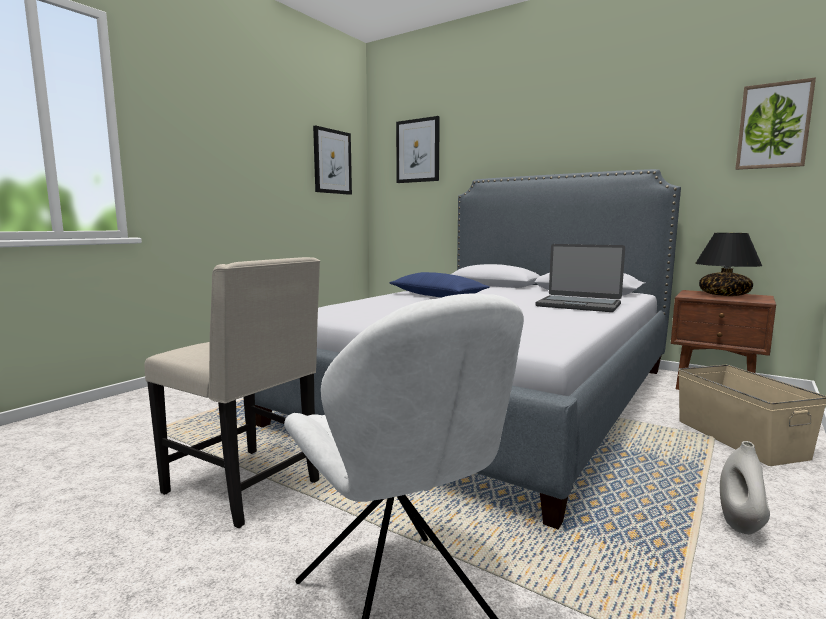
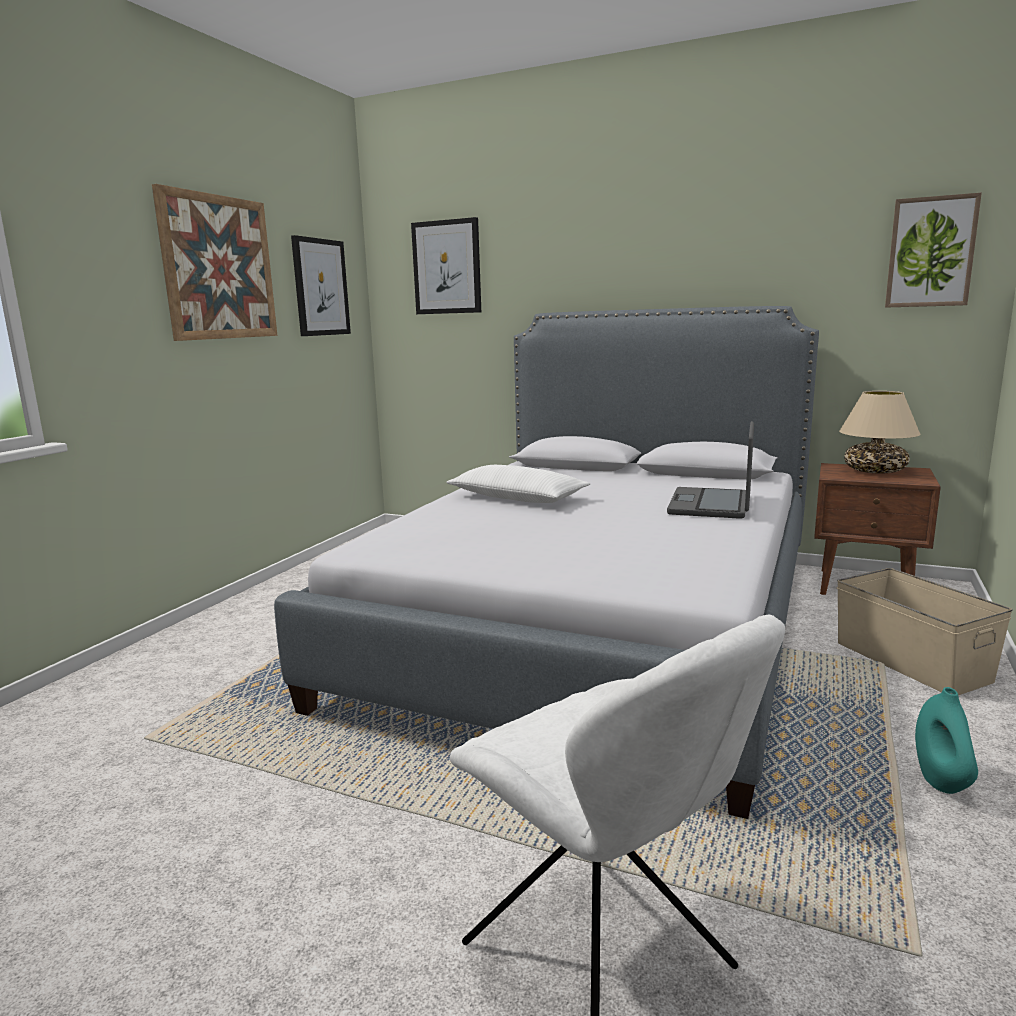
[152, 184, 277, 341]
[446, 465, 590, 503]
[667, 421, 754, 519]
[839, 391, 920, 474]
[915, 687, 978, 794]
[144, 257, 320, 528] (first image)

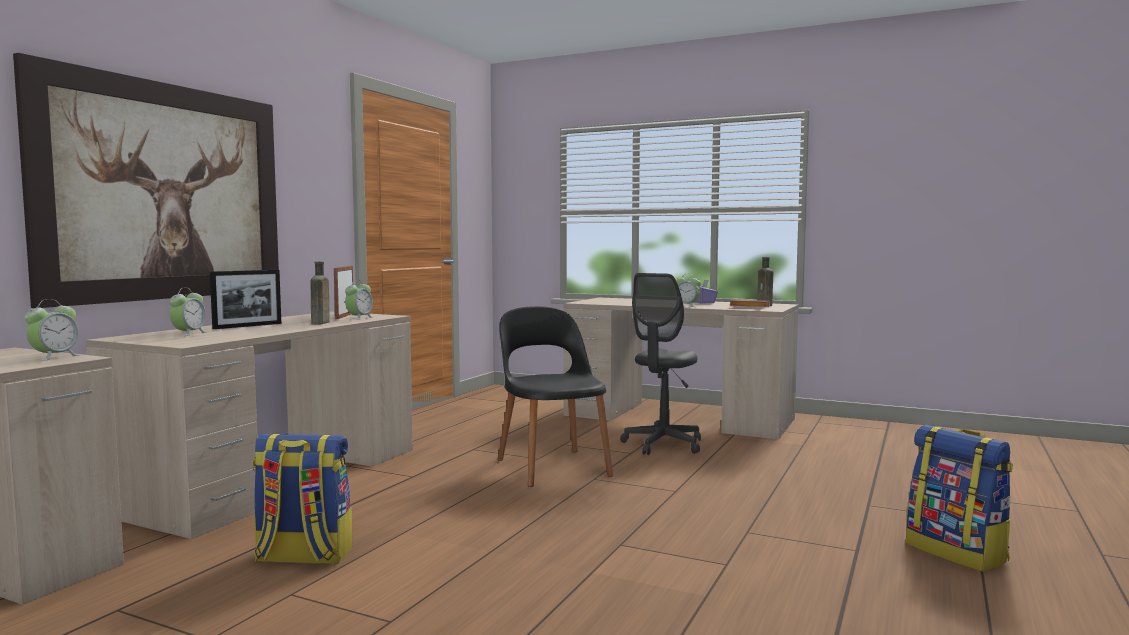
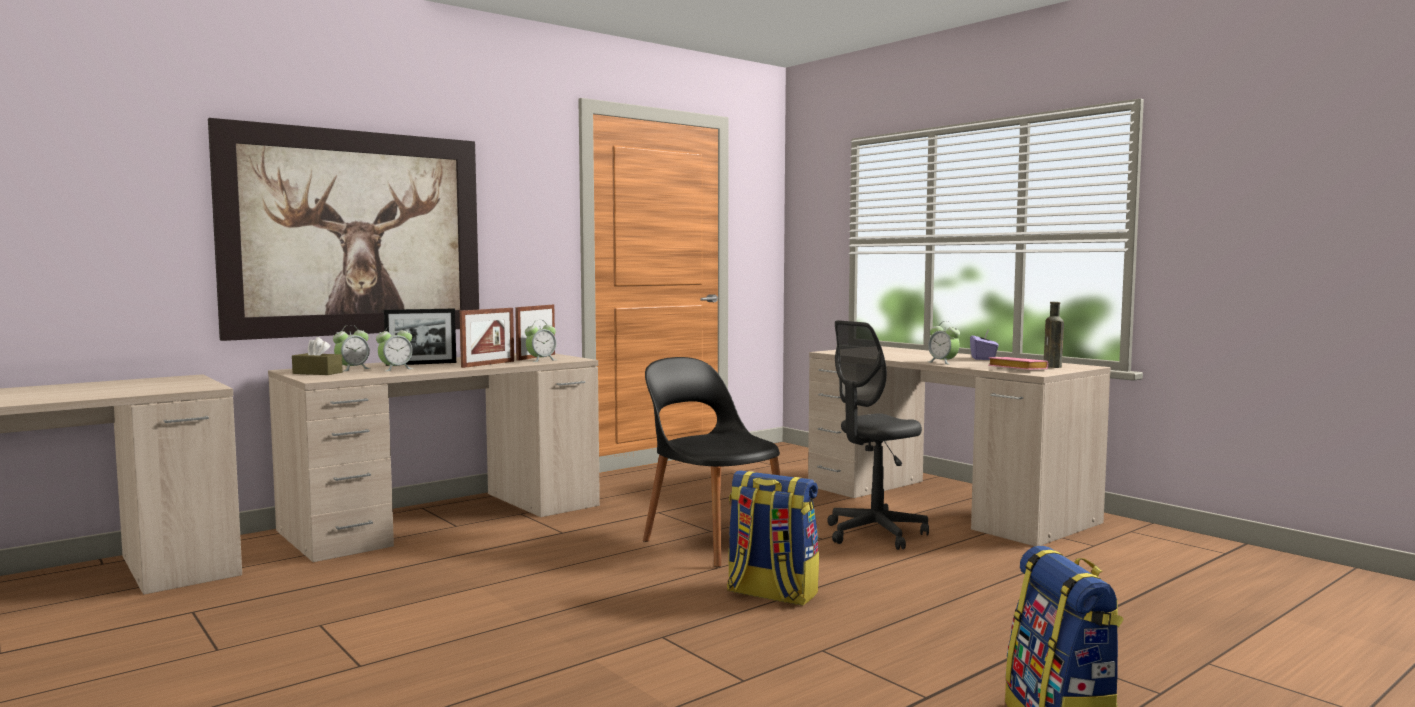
[292, 337, 343, 375]
[376, 325, 413, 371]
[460, 308, 514, 368]
[643, 357, 780, 567]
[727, 470, 819, 606]

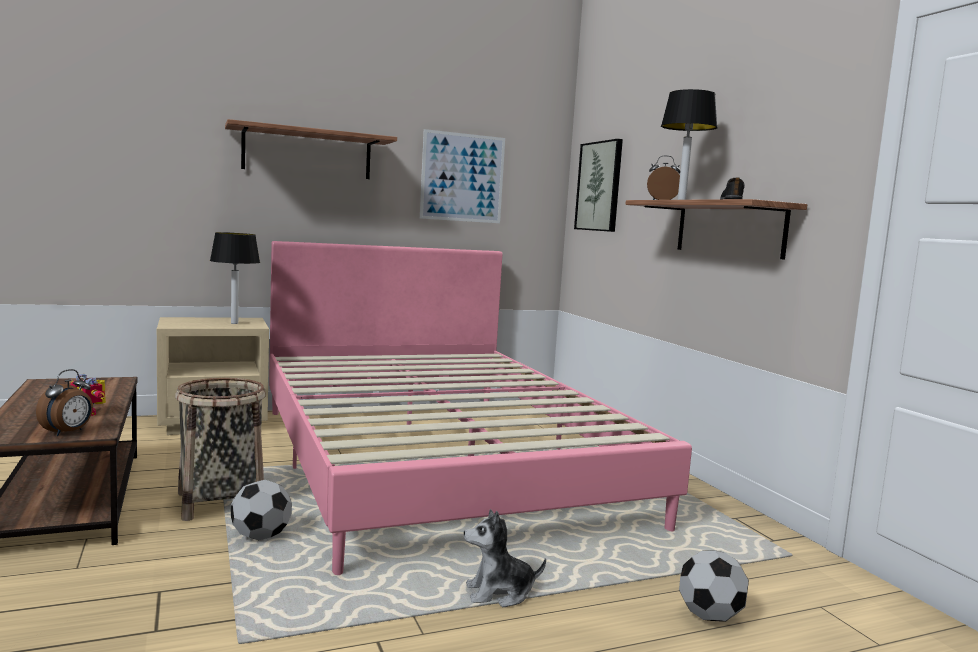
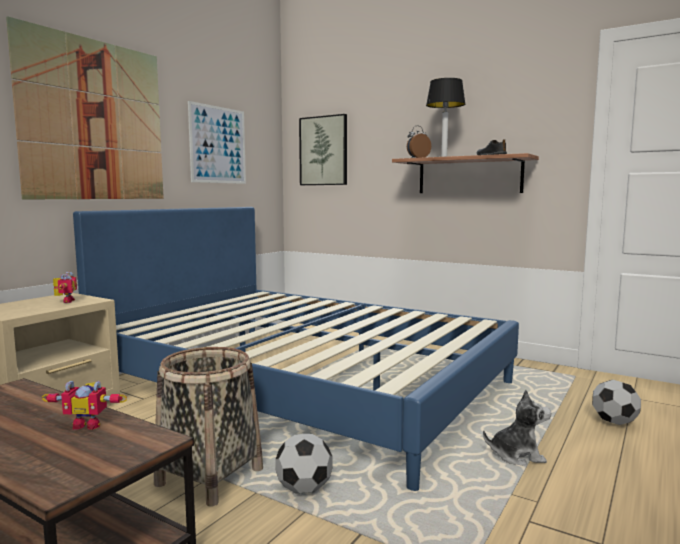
[6, 16, 164, 200]
[53, 272, 77, 303]
[73, 207, 519, 491]
[483, 390, 551, 465]
[36, 369, 93, 436] (first image)

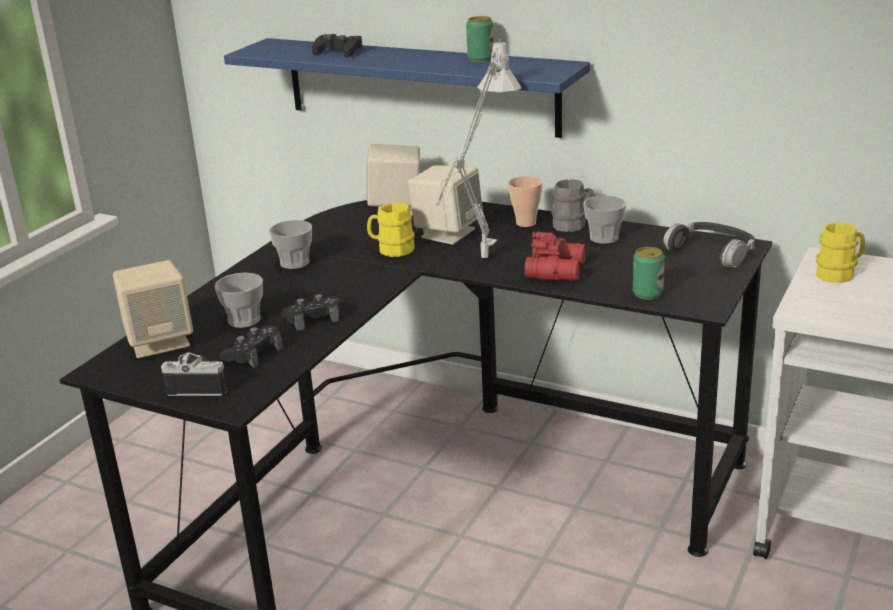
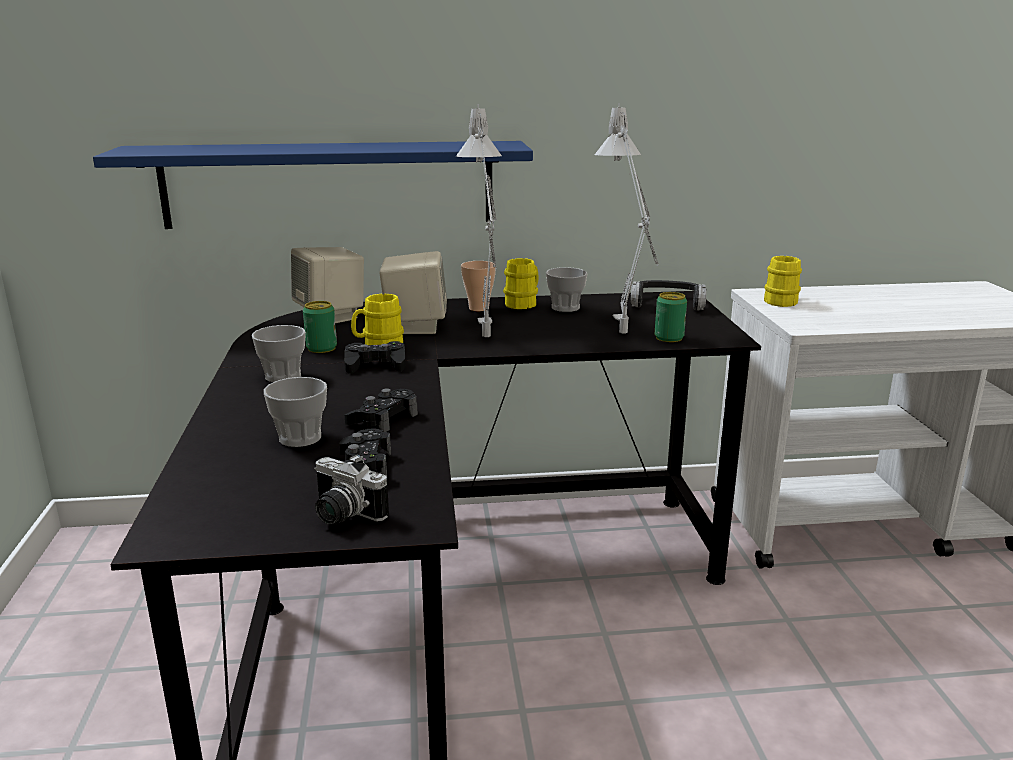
[303, 301, 337, 353]
[314, 455, 389, 525]
[344, 341, 406, 373]
[503, 258, 539, 309]
[594, 103, 658, 333]
[113, 260, 193, 358] (first image)
[525, 231, 586, 281] (first image)

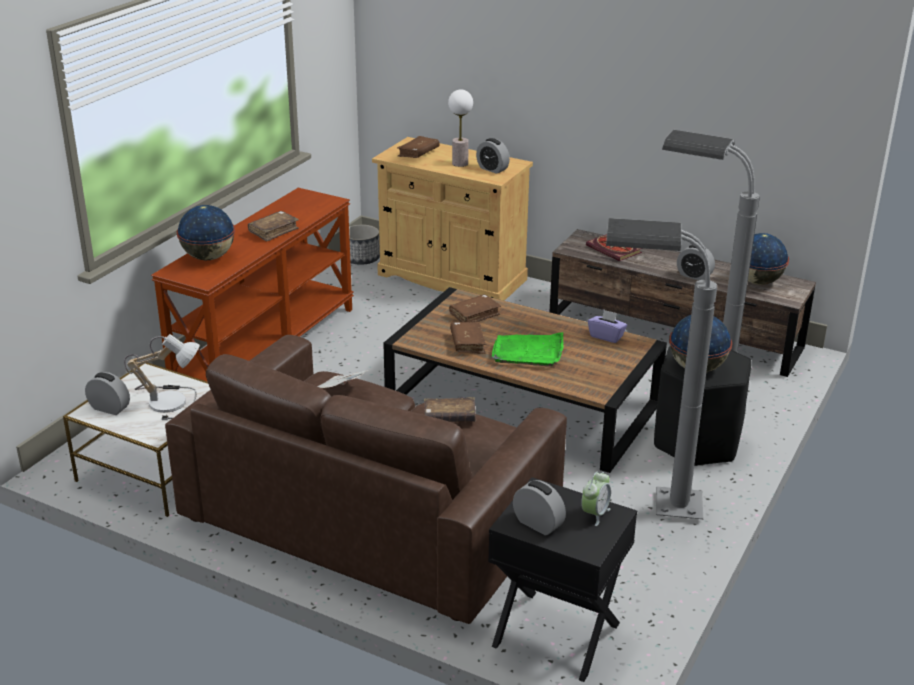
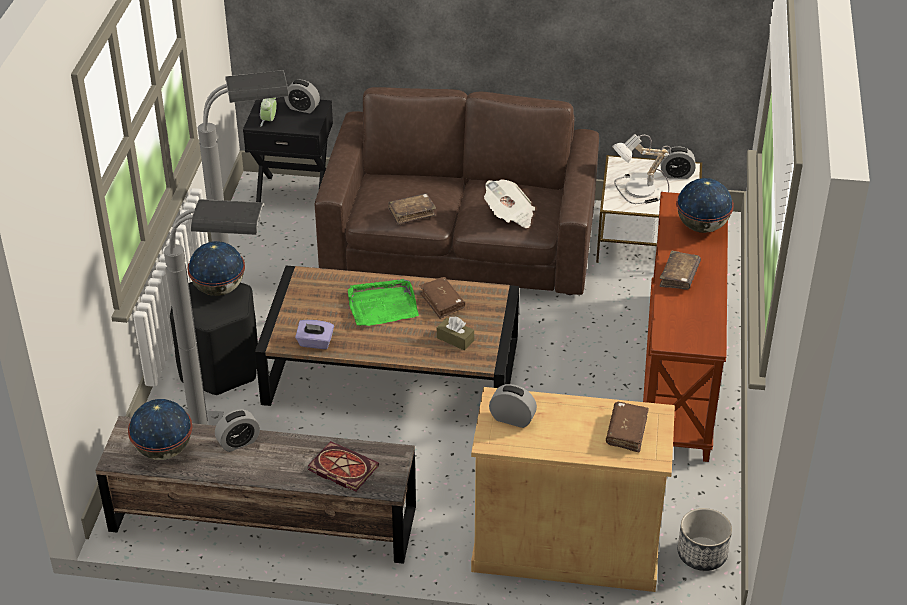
[215, 409, 260, 452]
[437, 316, 474, 350]
[448, 89, 473, 167] (first image)

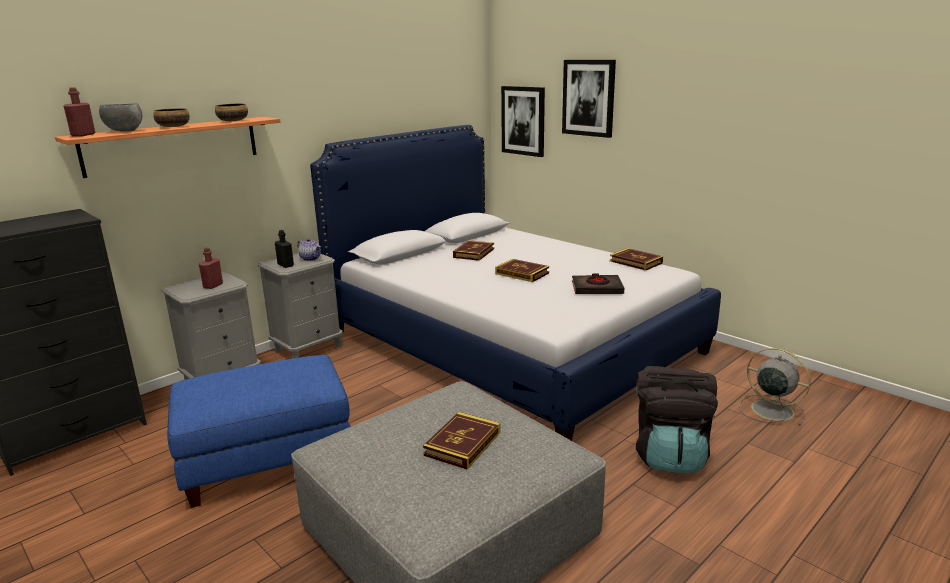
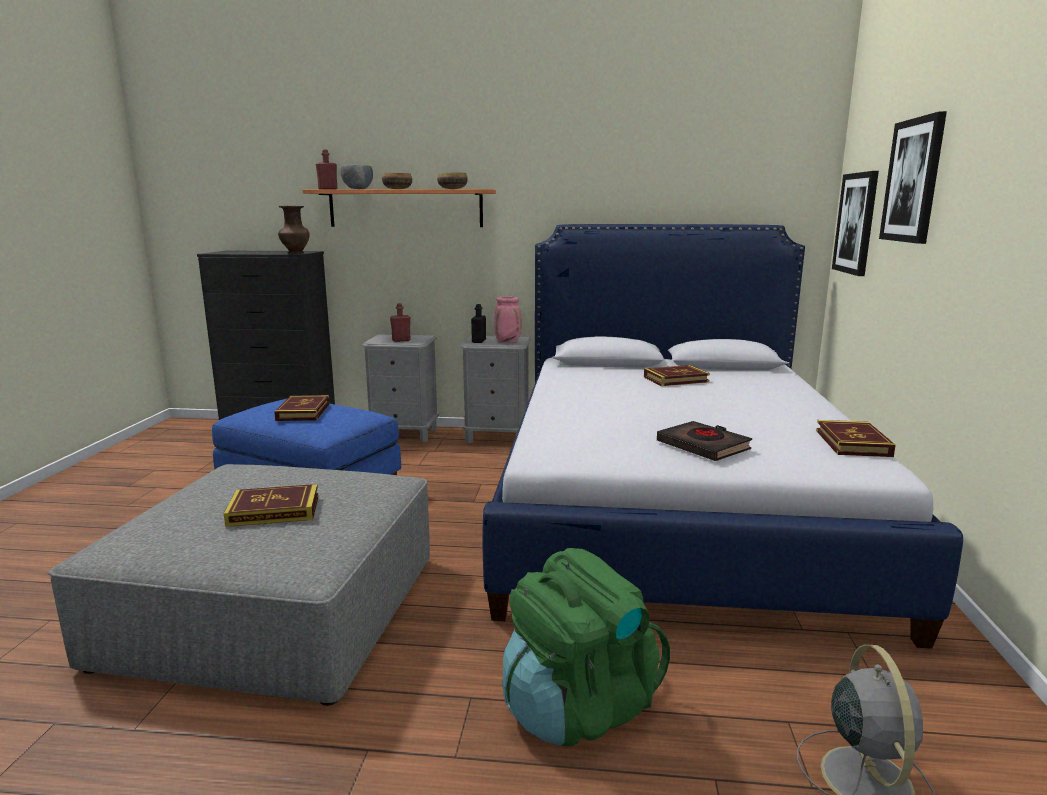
[274, 395, 330, 421]
[278, 206, 310, 254]
[494, 297, 522, 343]
[503, 548, 670, 746]

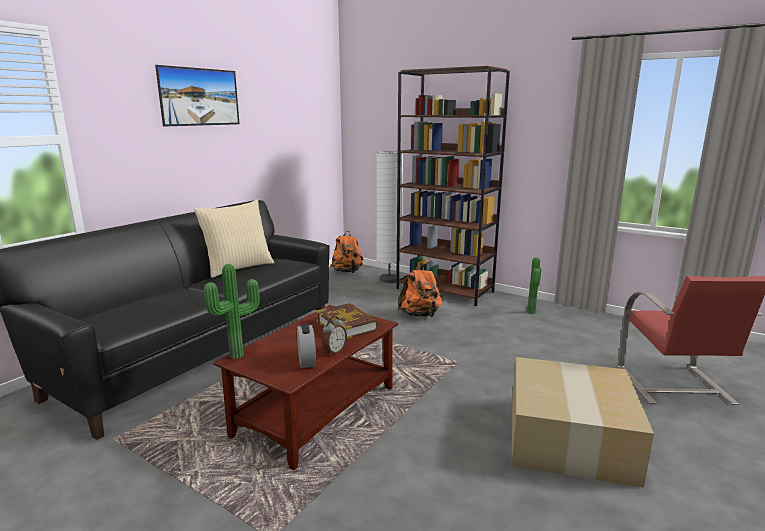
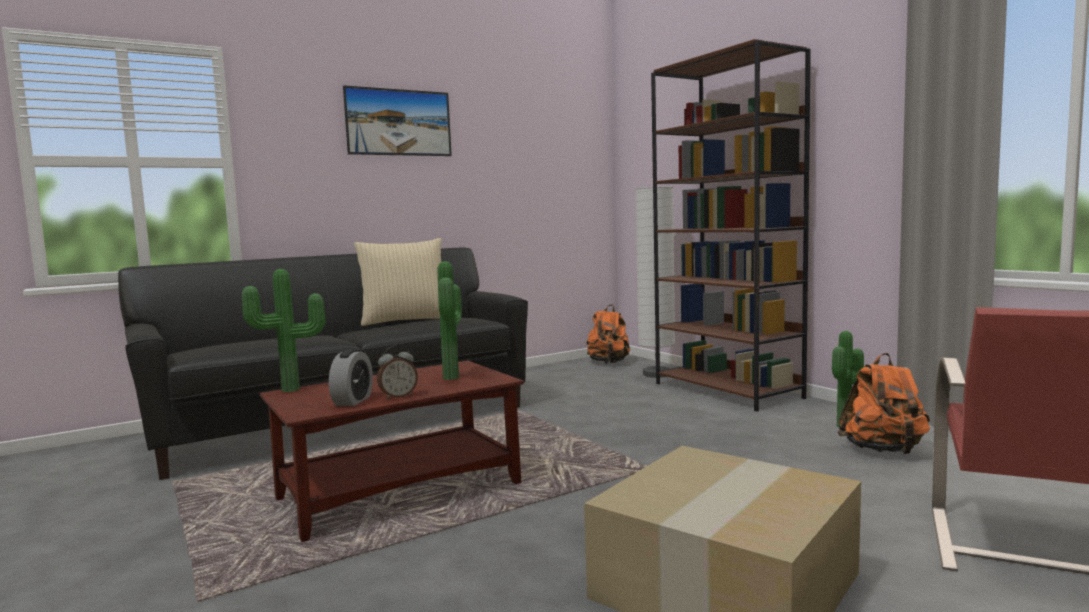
[437, 261, 462, 380]
[838, 353, 930, 454]

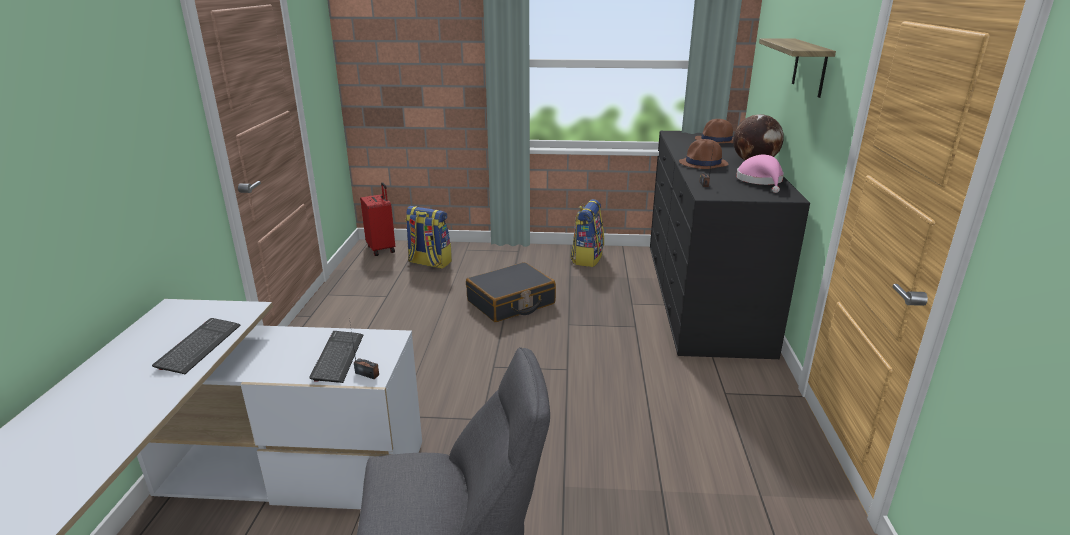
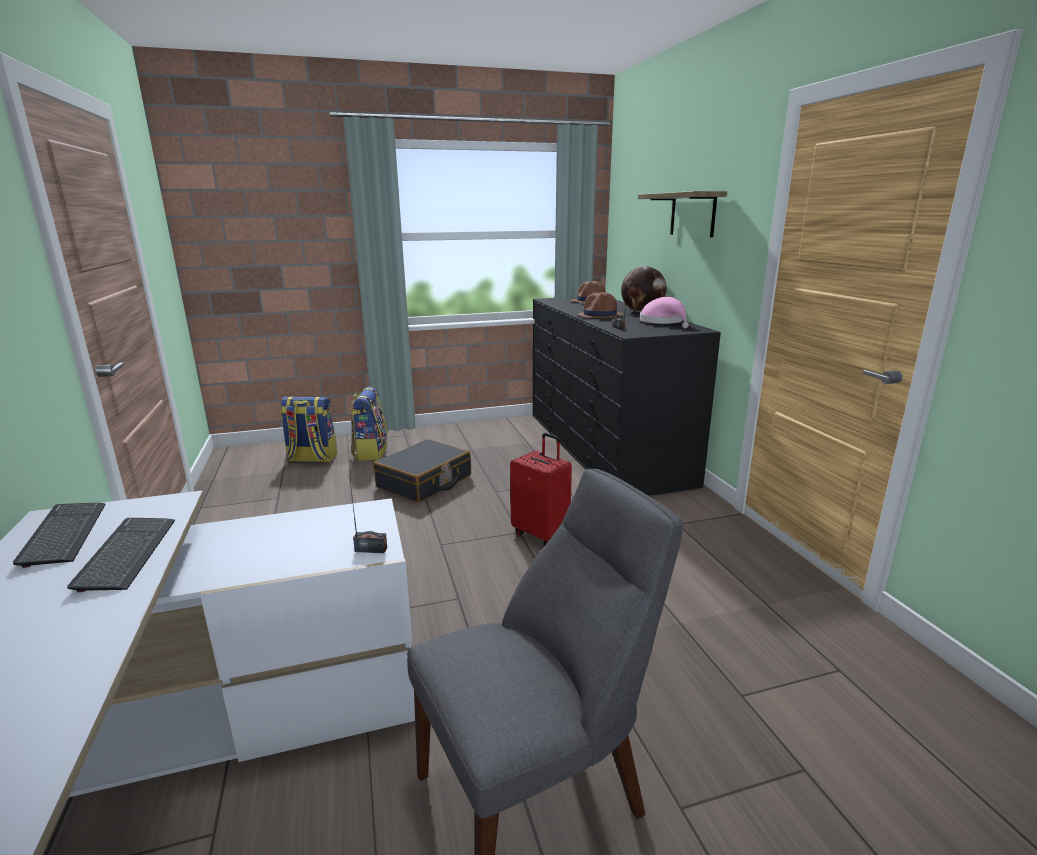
[13, 503, 106, 568]
[351, 387, 388, 461]
[510, 433, 572, 546]

